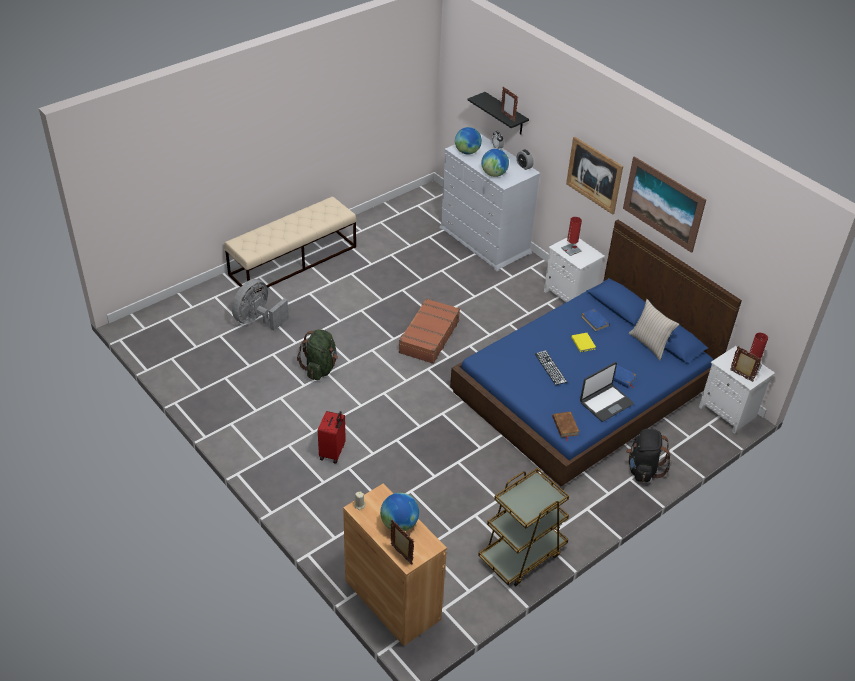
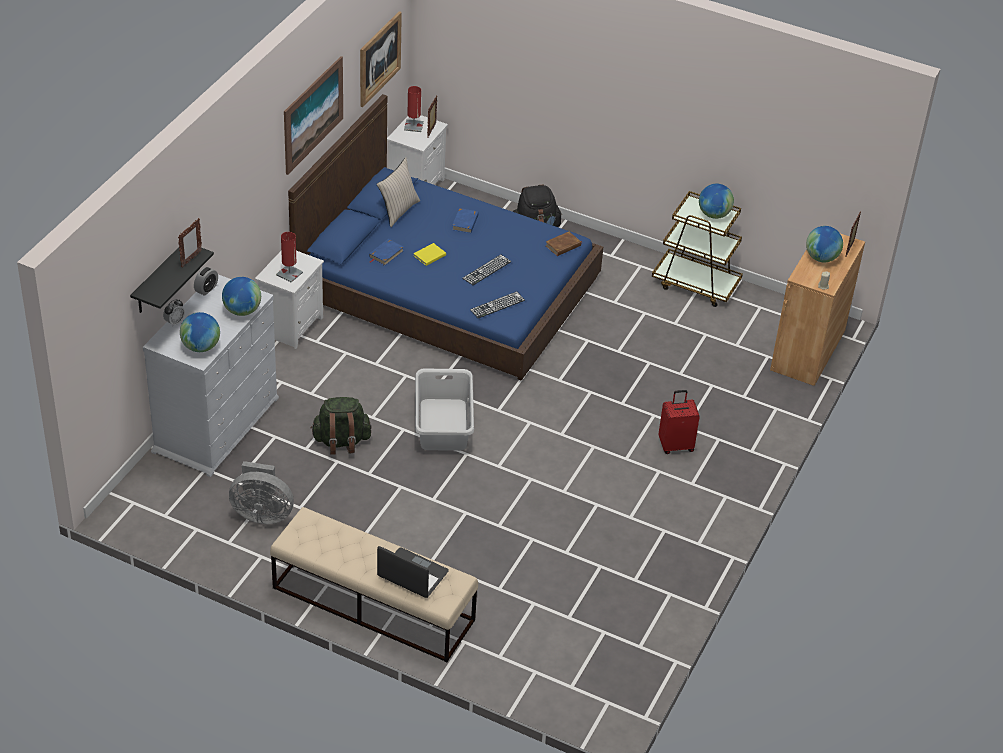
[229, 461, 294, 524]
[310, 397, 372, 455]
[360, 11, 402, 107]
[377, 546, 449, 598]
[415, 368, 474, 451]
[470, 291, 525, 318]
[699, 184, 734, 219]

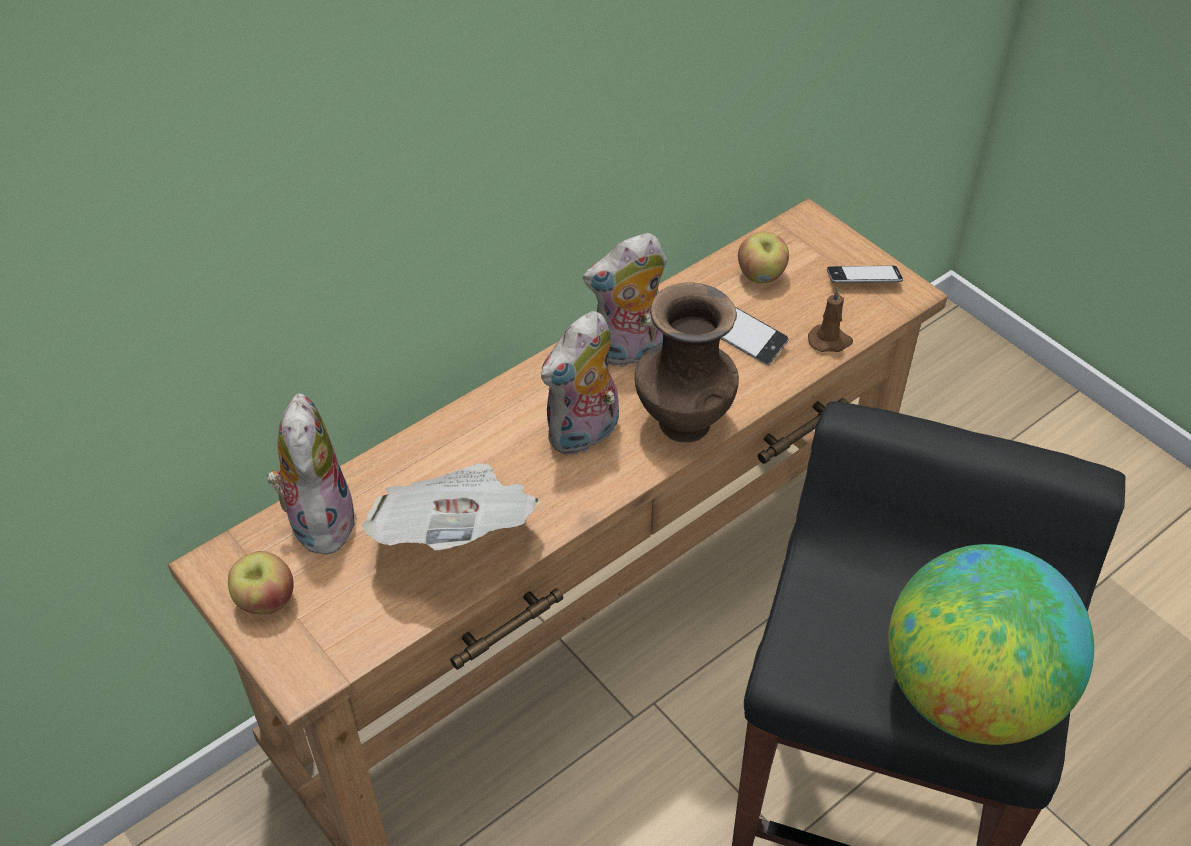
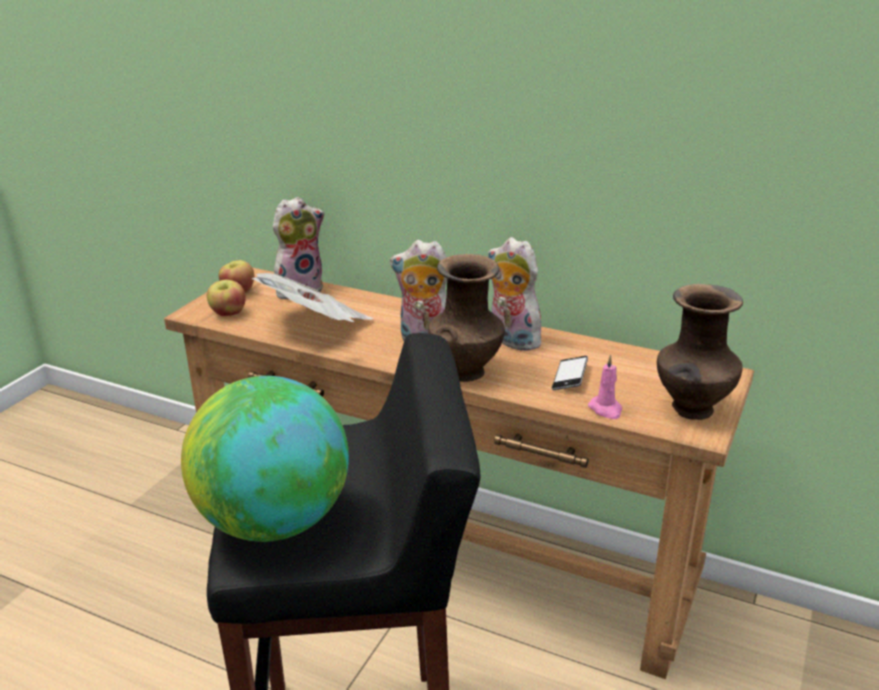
[207, 280, 246, 316]
[588, 355, 622, 419]
[657, 284, 743, 420]

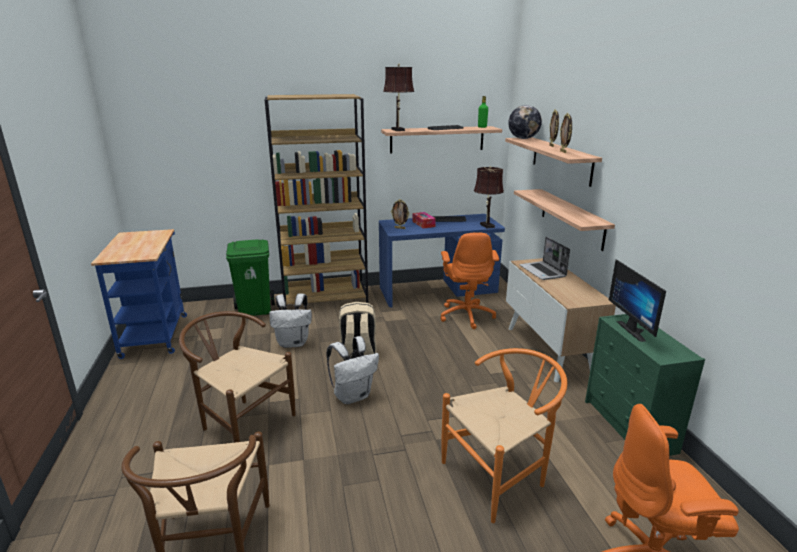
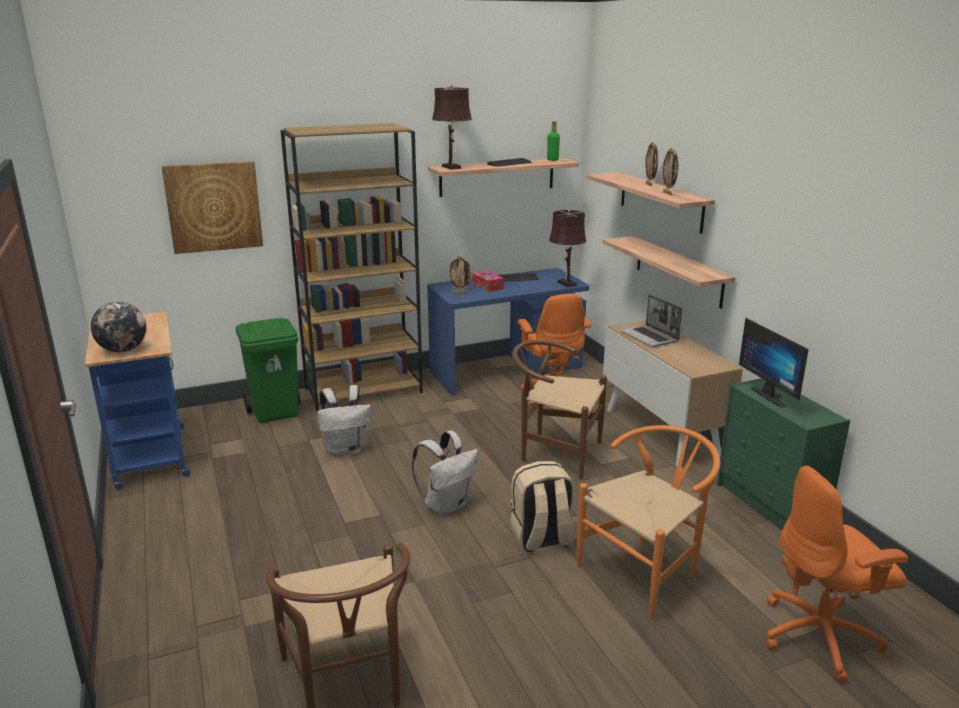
[91, 301, 147, 352]
[162, 161, 263, 254]
[510, 461, 574, 552]
[512, 340, 607, 479]

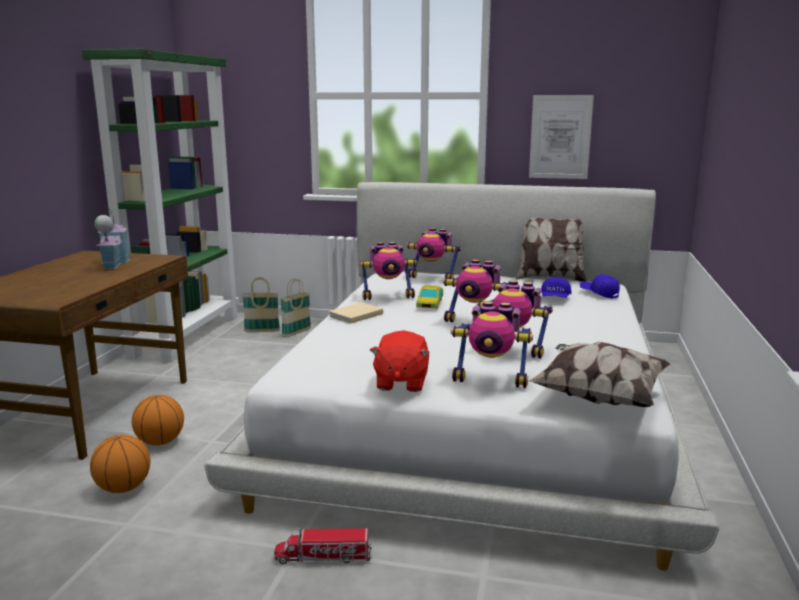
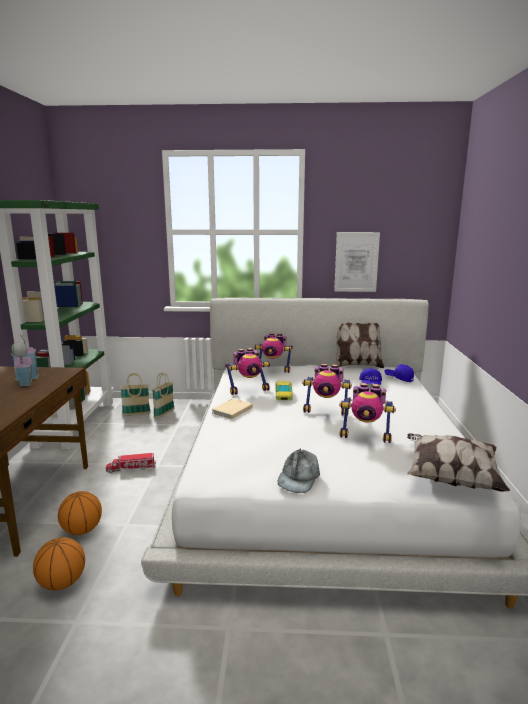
[106, 453, 156, 473]
[278, 449, 320, 493]
[451, 301, 533, 388] (first image)

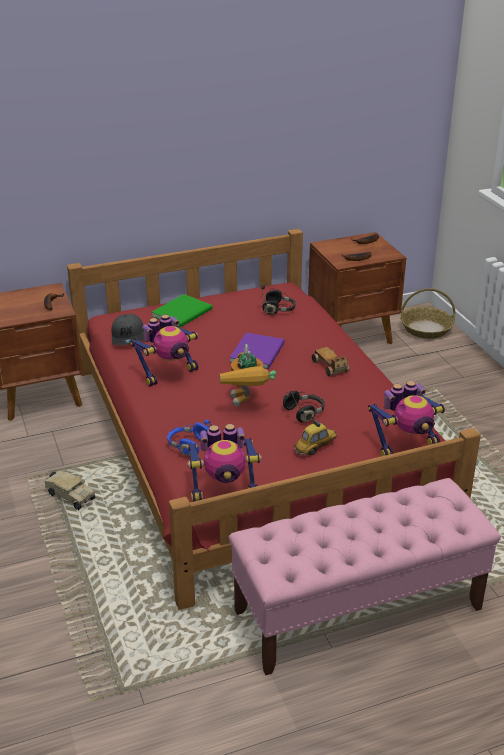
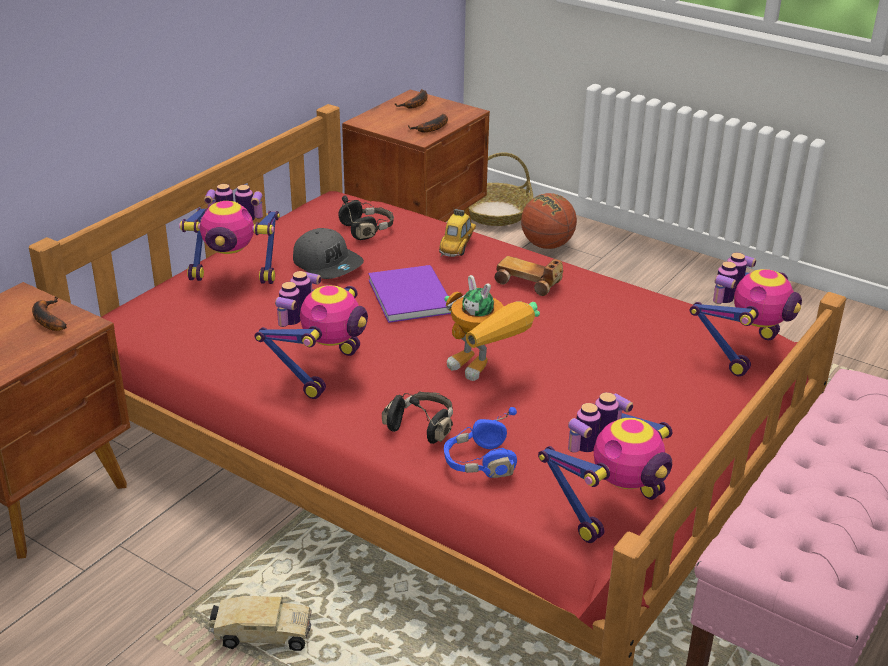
[179, 184, 280, 284]
[293, 228, 364, 279]
[382, 392, 453, 444]
[439, 209, 476, 257]
[521, 193, 577, 249]

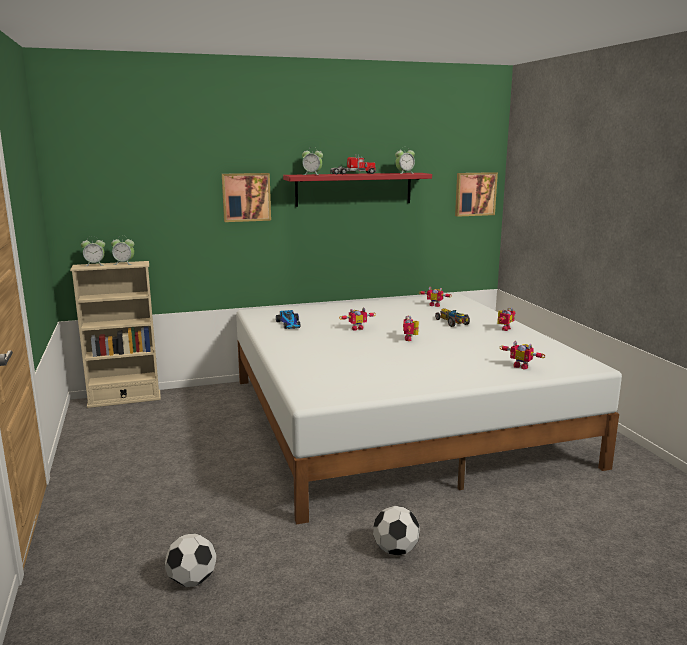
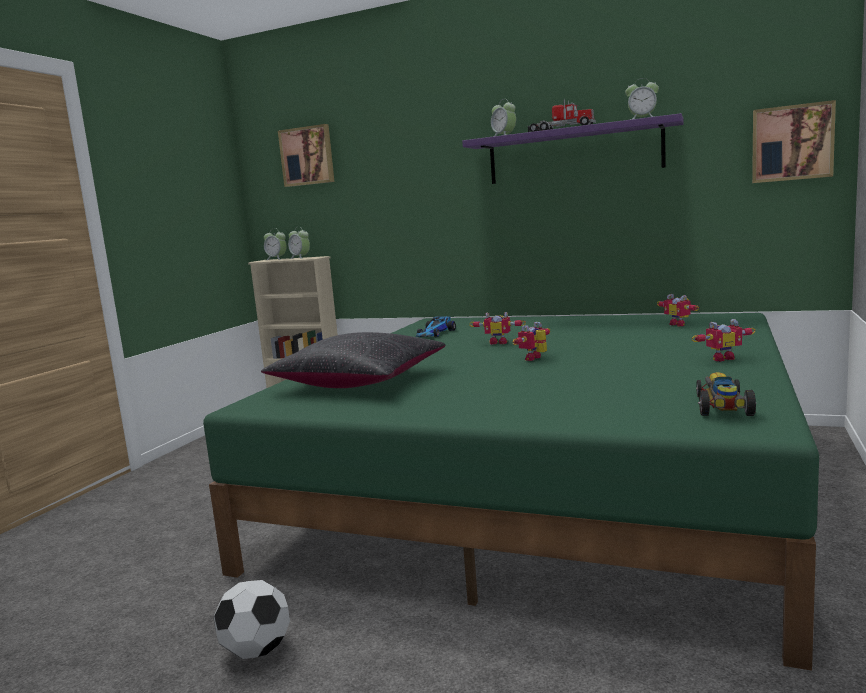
[203, 313, 819, 671]
[261, 332, 446, 388]
[278, 124, 334, 187]
[462, 113, 684, 184]
[696, 372, 756, 416]
[165, 533, 216, 587] (first image)
[500, 341, 545, 369] (first image)

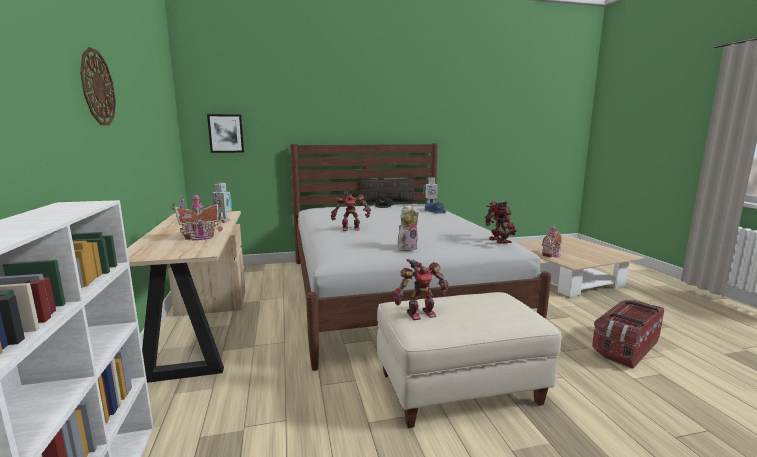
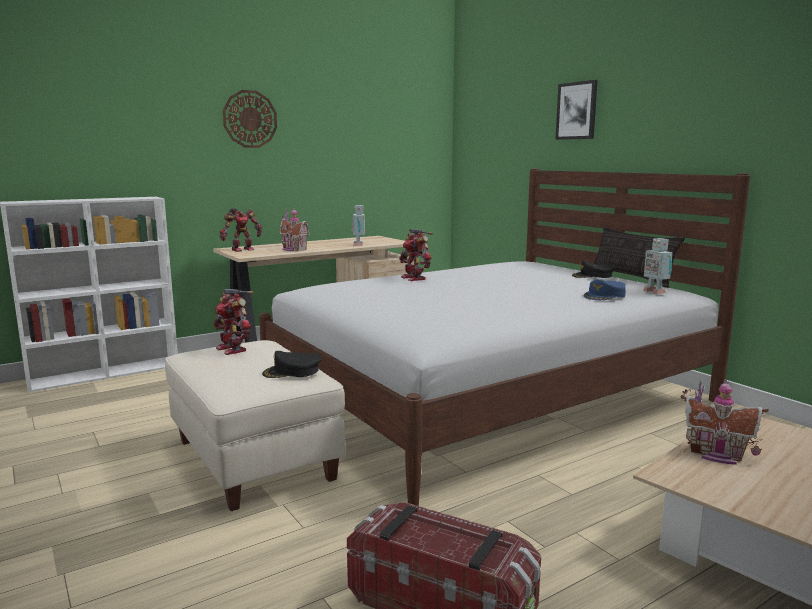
[219, 208, 262, 252]
[262, 351, 322, 378]
[555, 80, 598, 140]
[398, 205, 418, 251] (first image)

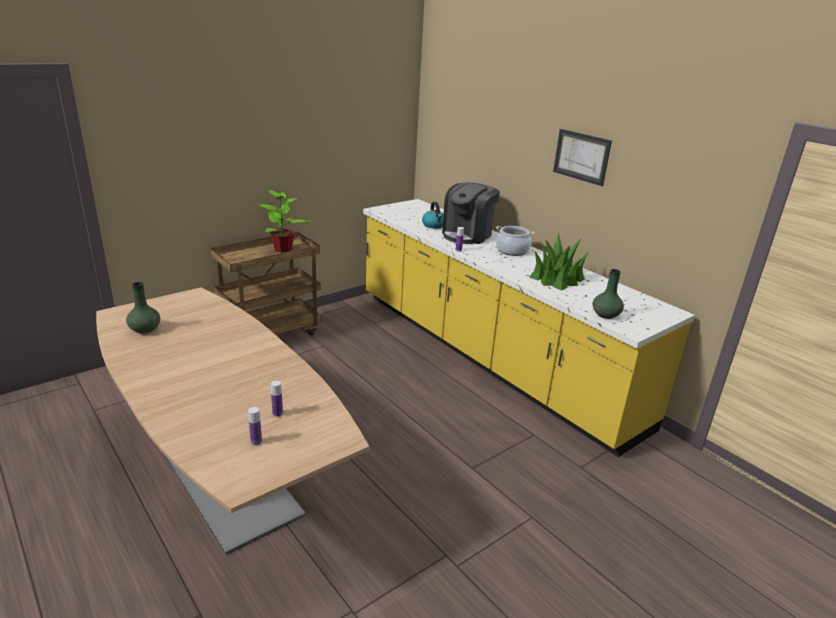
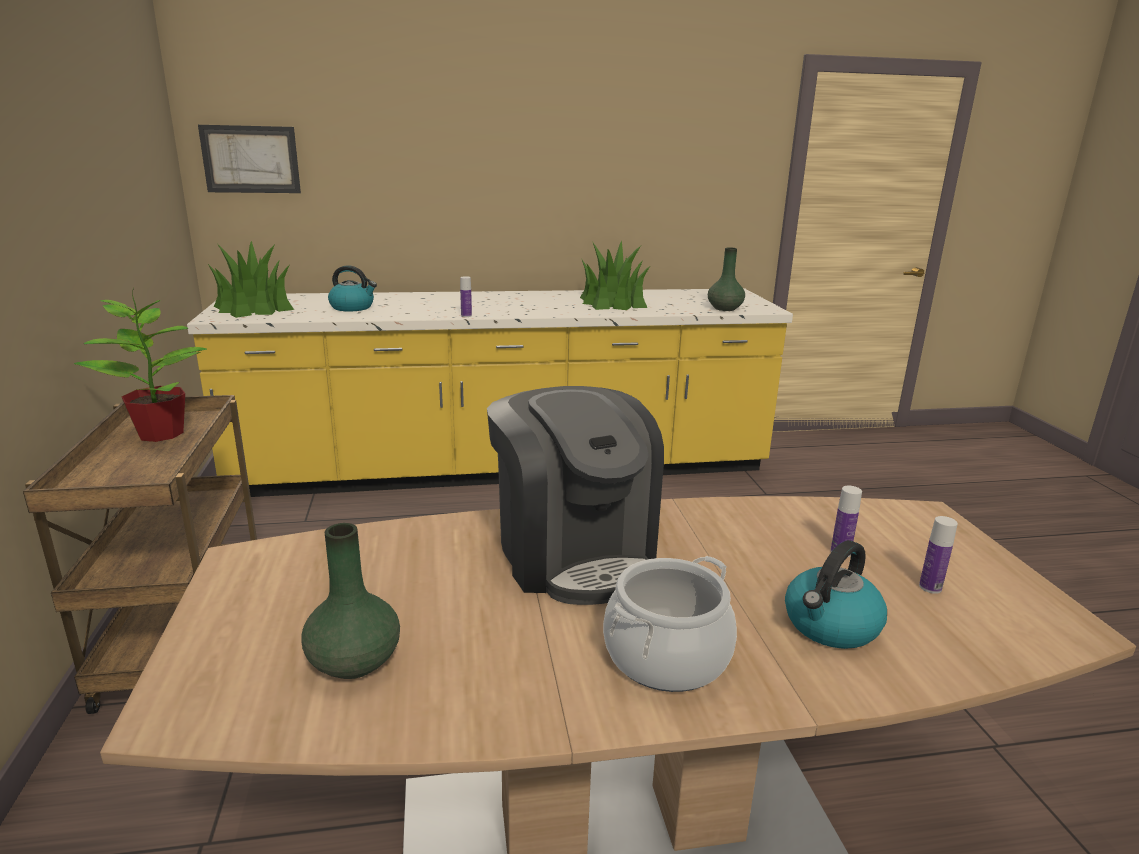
[198, 125, 301, 193]
[207, 241, 294, 318]
[487, 386, 664, 605]
[603, 556, 737, 692]
[785, 540, 887, 649]

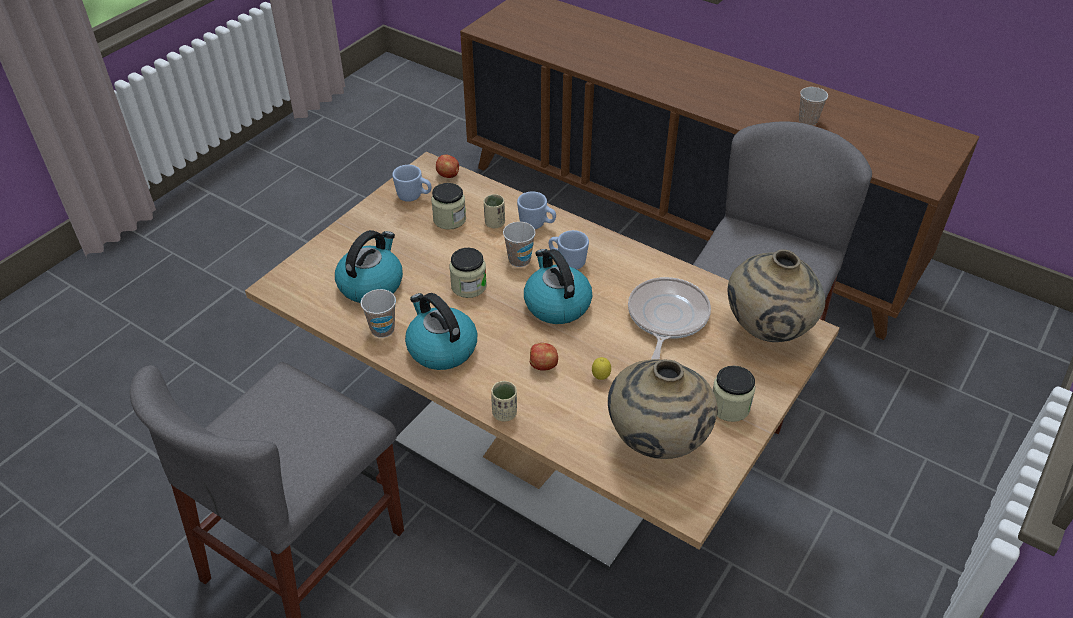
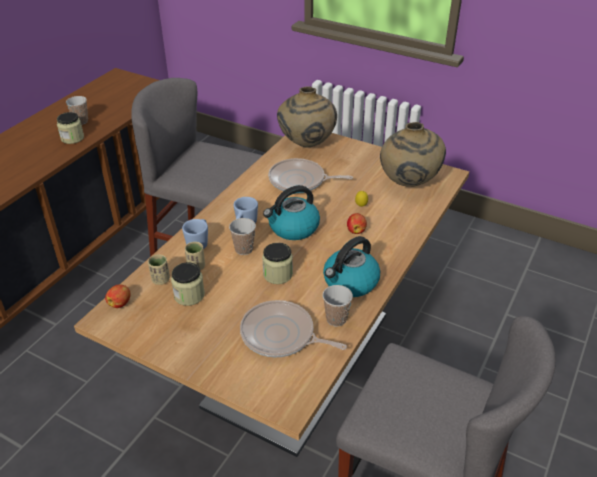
[57, 112, 84, 144]
[148, 254, 170, 285]
[240, 300, 347, 358]
[392, 165, 432, 202] (first image)

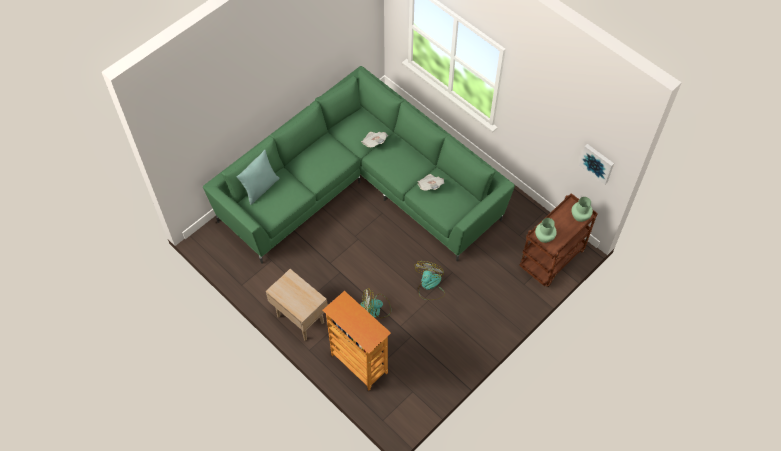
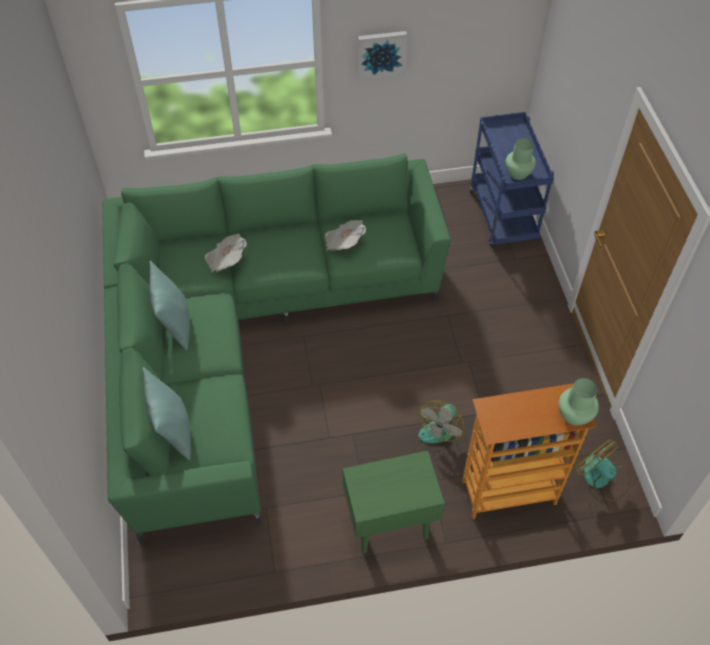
[150, 261, 190, 350]
[342, 451, 445, 554]
[358, 31, 407, 79]
[469, 112, 554, 246]
[558, 378, 599, 425]
[575, 439, 630, 501]

